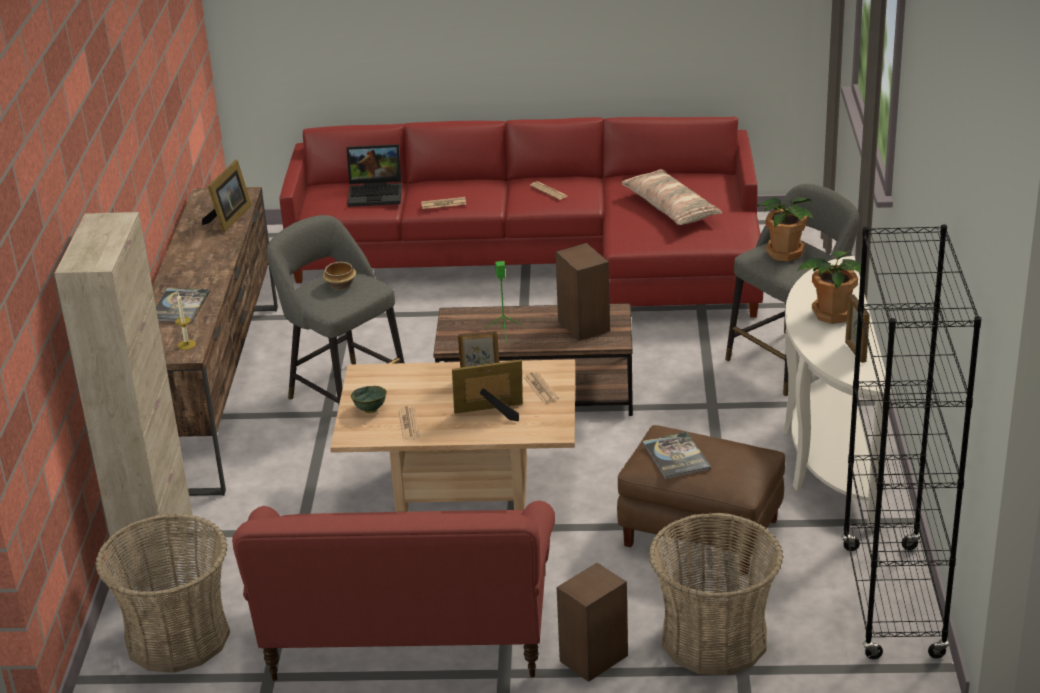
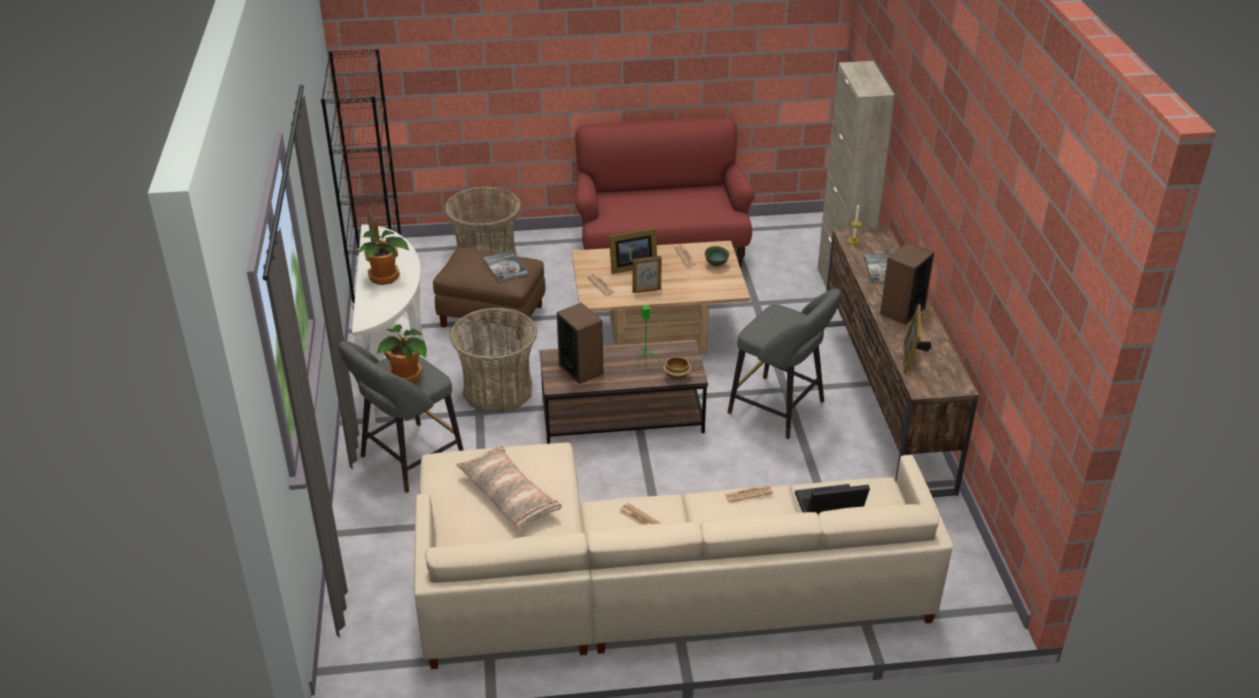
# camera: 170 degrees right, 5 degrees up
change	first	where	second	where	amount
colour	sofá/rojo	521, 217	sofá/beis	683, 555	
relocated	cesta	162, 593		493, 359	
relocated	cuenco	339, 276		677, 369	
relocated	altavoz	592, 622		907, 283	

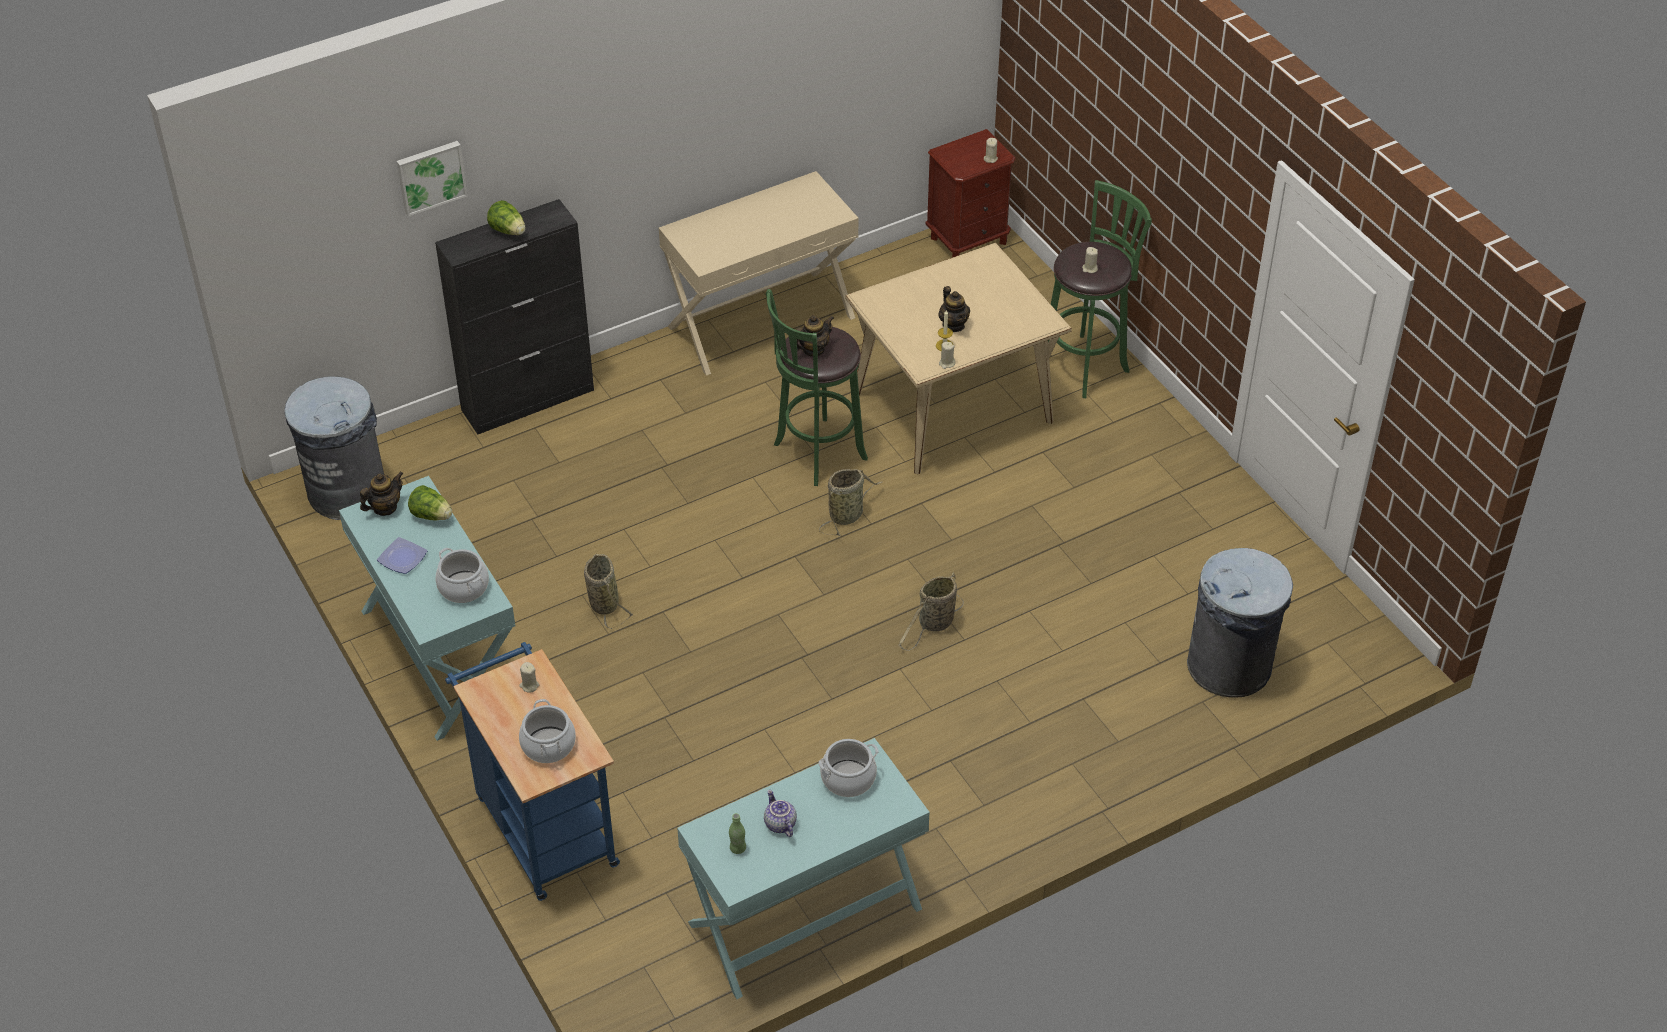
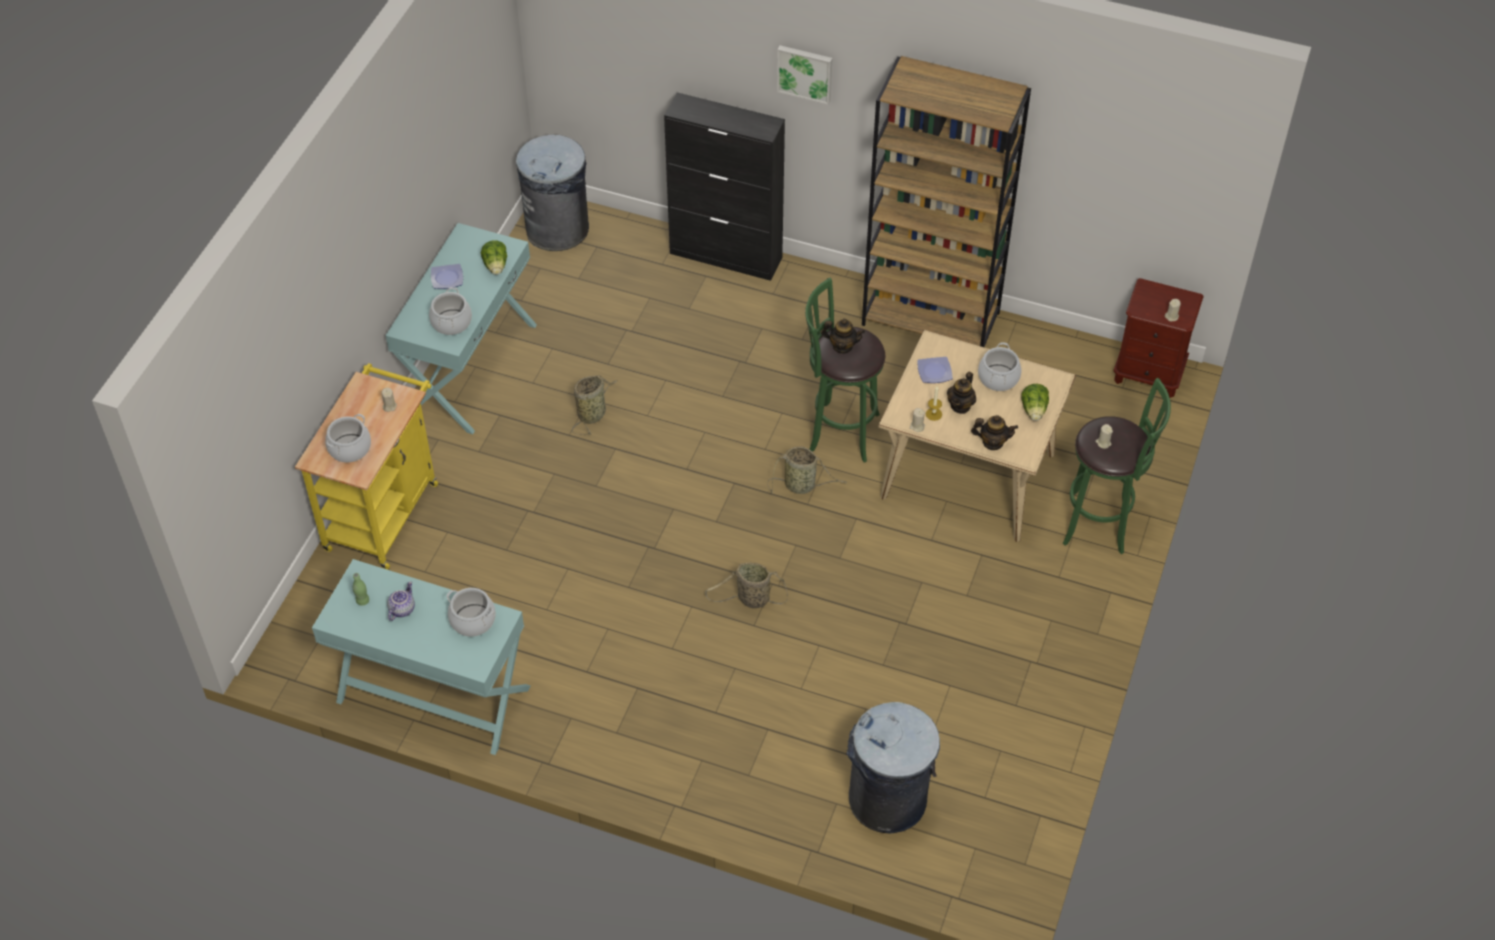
# camera: 50 degrees right, 5 degrees up
change	first	where	second	where	amount
colour	carrito/azul	532, 771	carrito/amarillo	366, 466	
relocated	cuadro	432, 179		804, 75	
exchanged	mesa consola/beis	759, 273	estantería/marrón	946, 201	
appeared			plato	935, 370	
relocated	tetera	381, 494		994, 432	
appeared			olla	999, 366	
relocated	lechuga	506, 217		1035, 402	

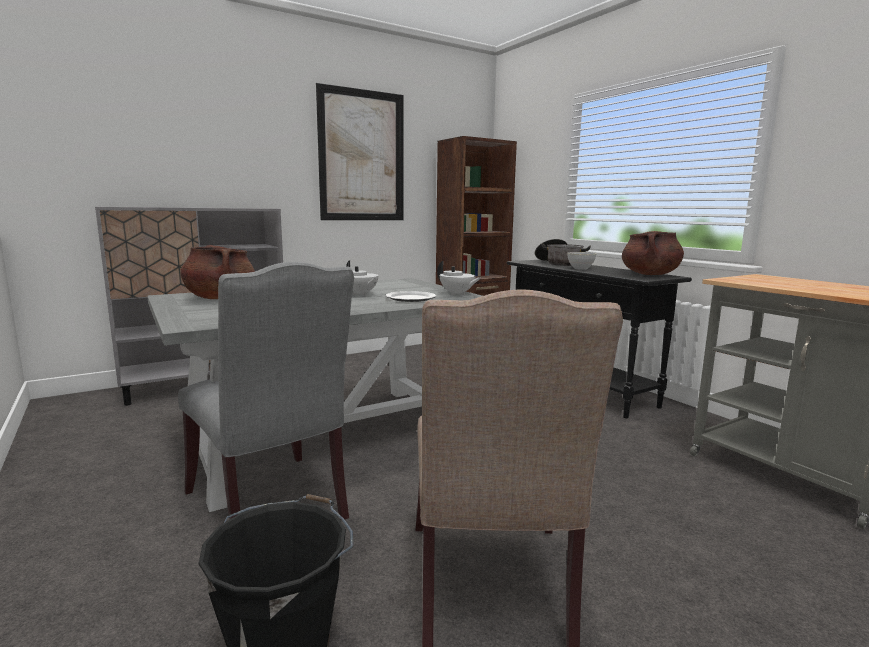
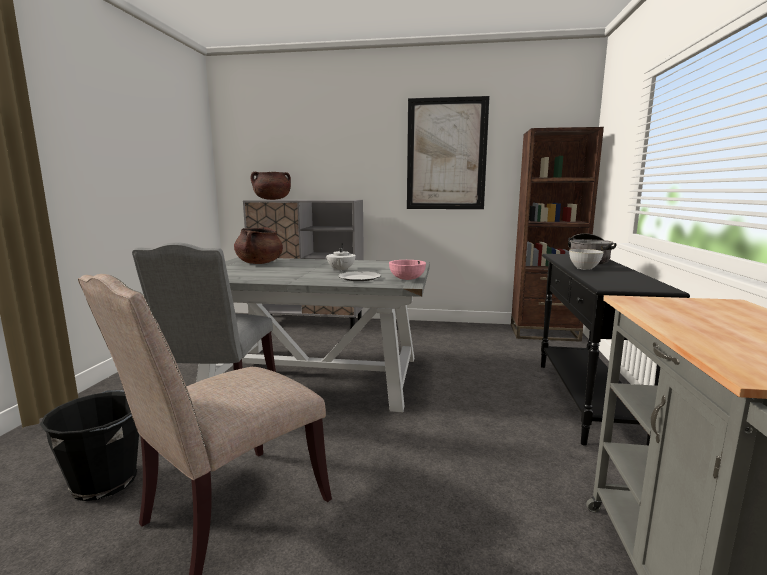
# camera: 40 degrees right, 0 degrees up
change	first	where	second	where	amount
relocated	olla/marrón	653, 253		271, 186	
exchanged	tetera/blanco	459, 278	cuenco/rosa	407, 270	

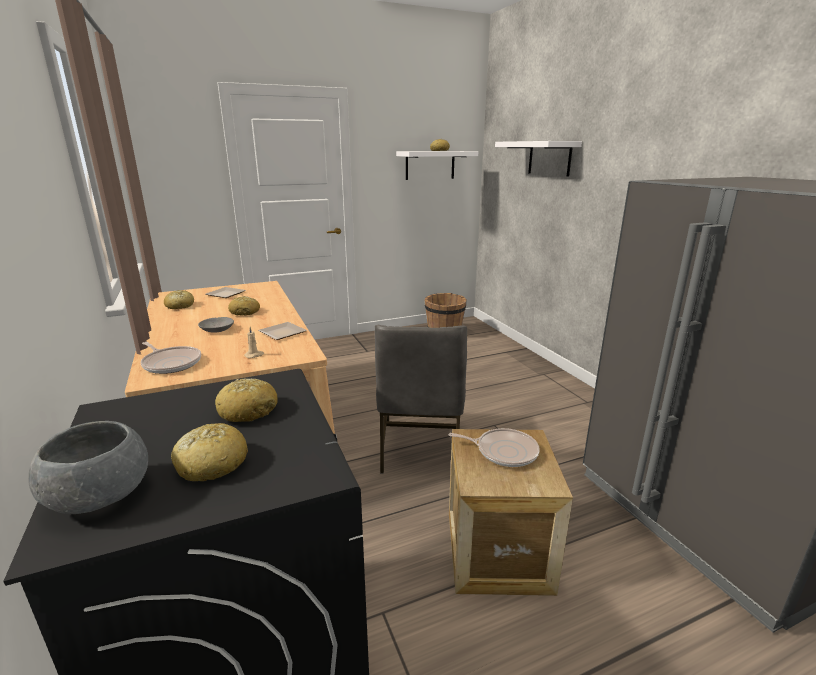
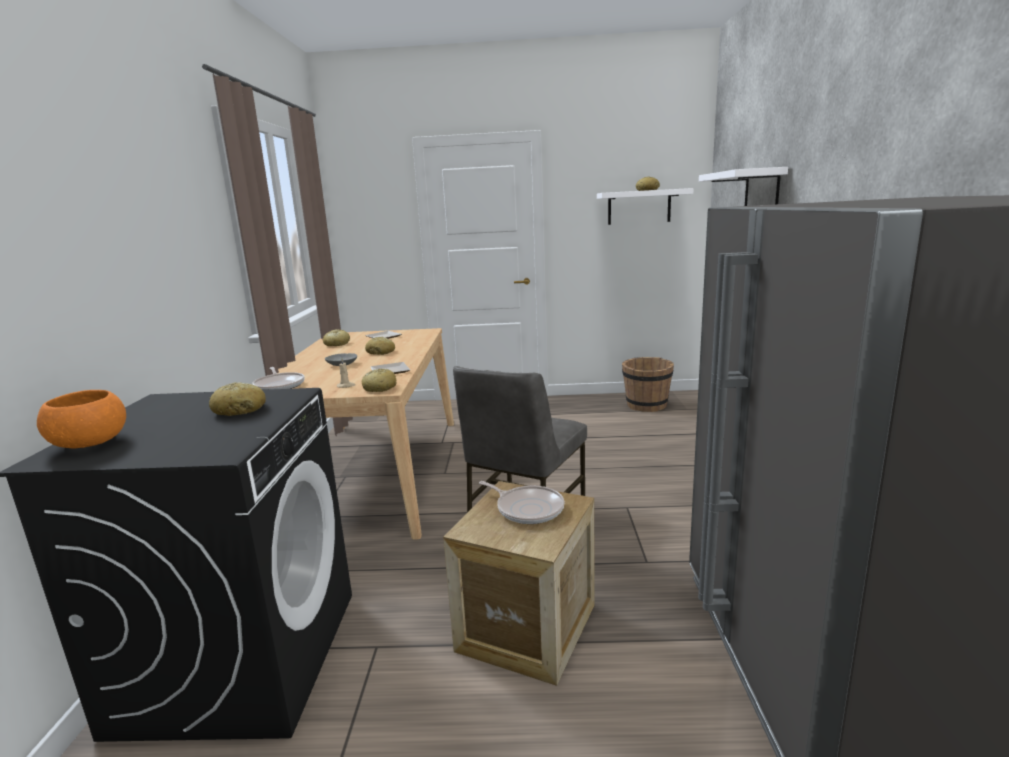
# camera: 25 degrees right, 5 degrees down
change	first	where	second	where	amount
colour	cuenco/gris	88, 467	cuenco/naranja	81, 419	
relocated	pan	209, 452		379, 380	

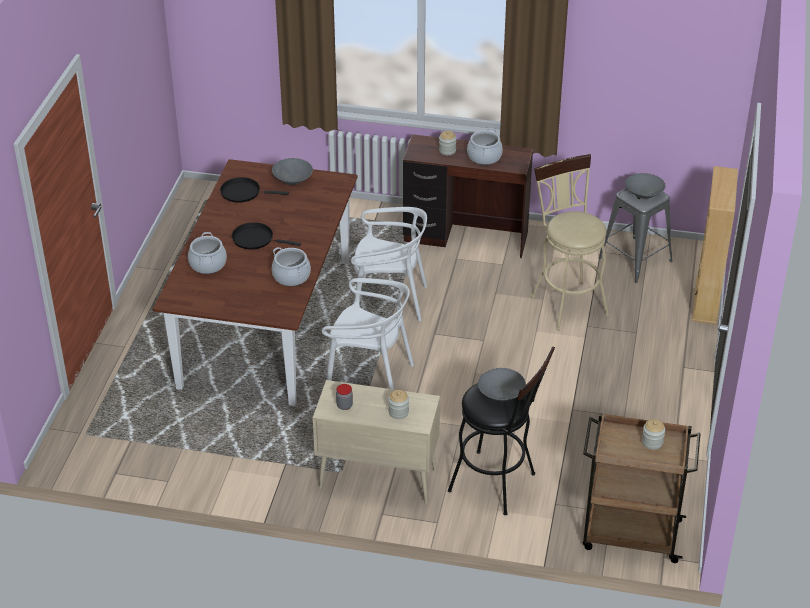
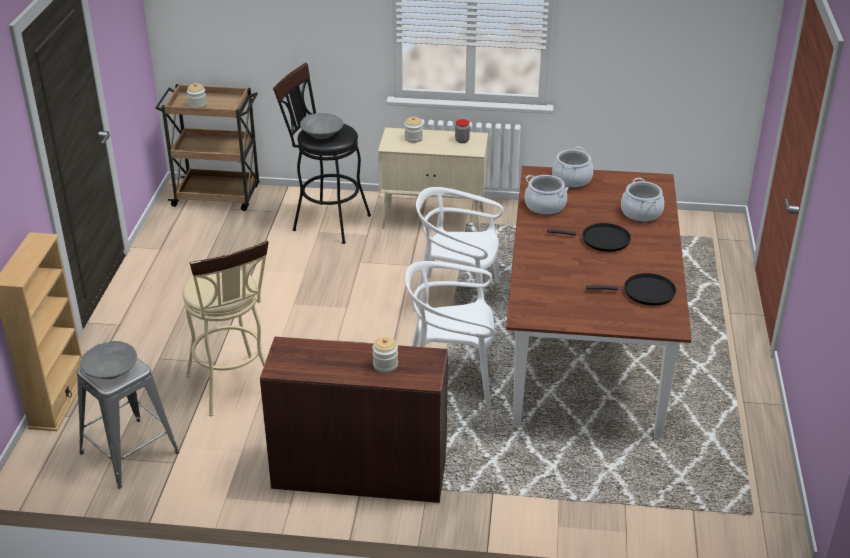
# camera: 175 degrees right, 5 degrees down
change	first	where	second	where	amount
relocated	olla	485, 146		572, 167	
missing	cuenco/gris	292, 171			

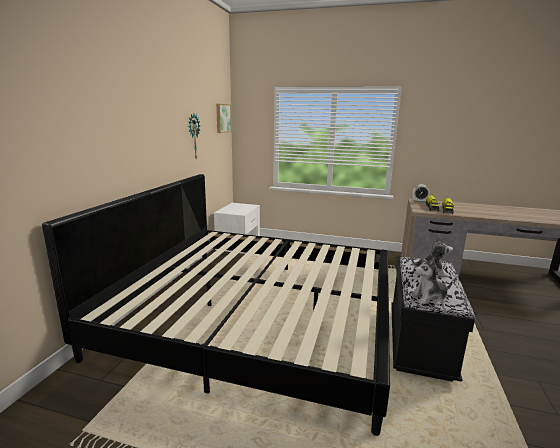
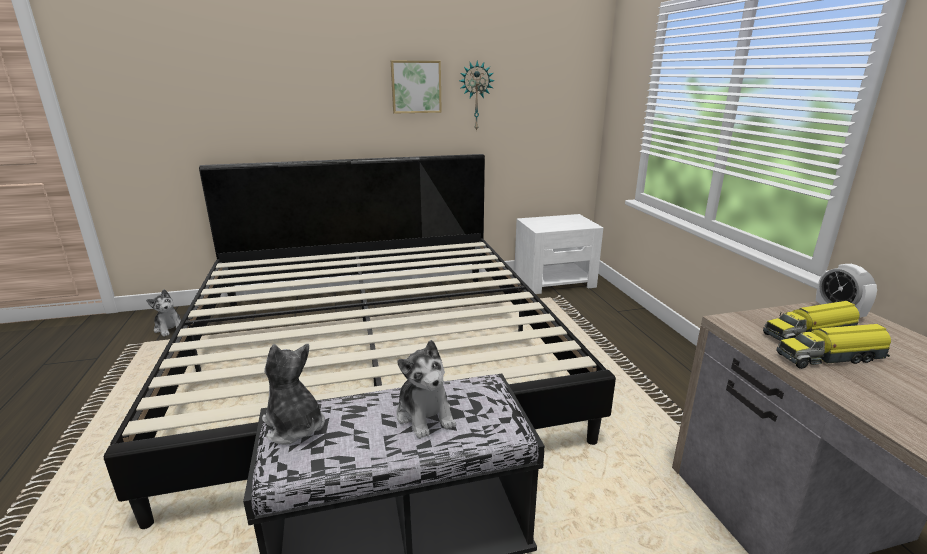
# camera: 60 degrees right, 5 degrees up
change	first	where	second	where	amount
appeared			peluche	163, 313	
relocated	cuadro	224, 118		416, 87	

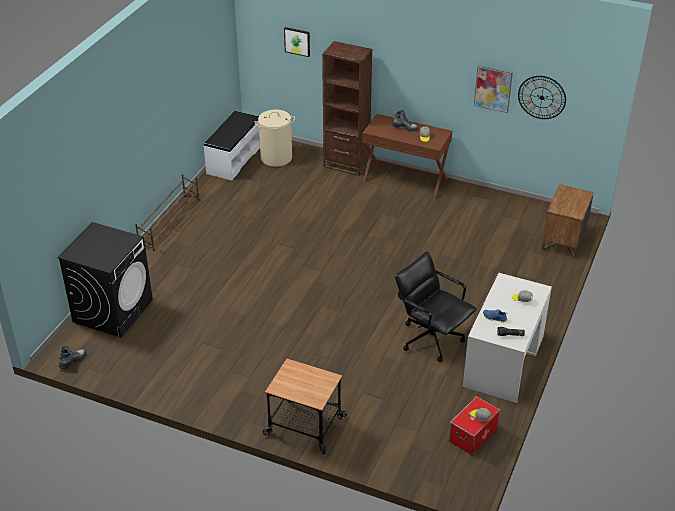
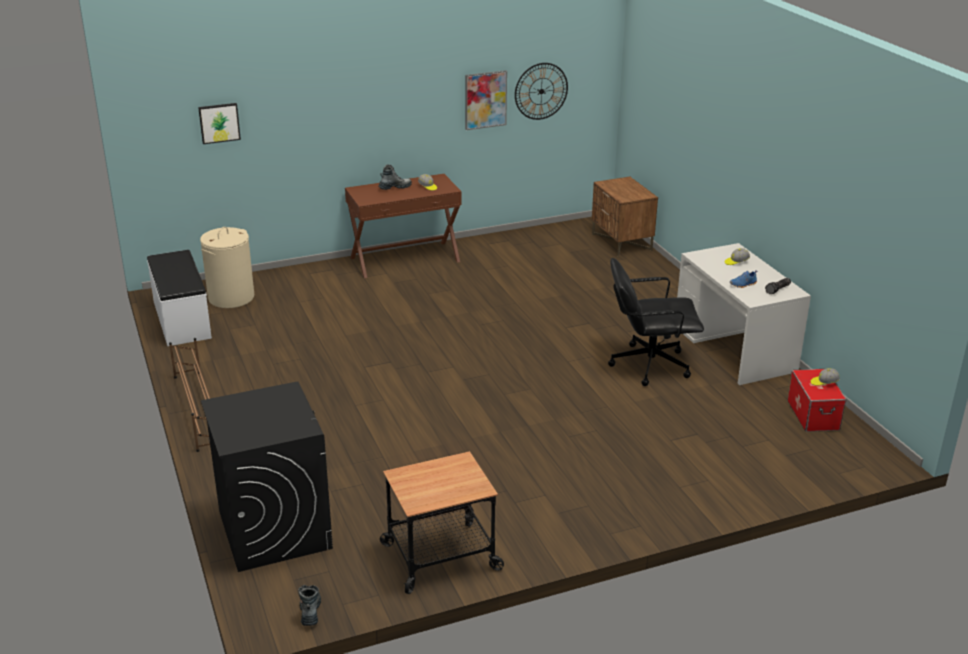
# camera: 45 degrees left, 10 degrees down
change	first	where	second	where	amount
relocated	carrito	305, 406		442, 522	
missing	estantería/marrón	347, 108			

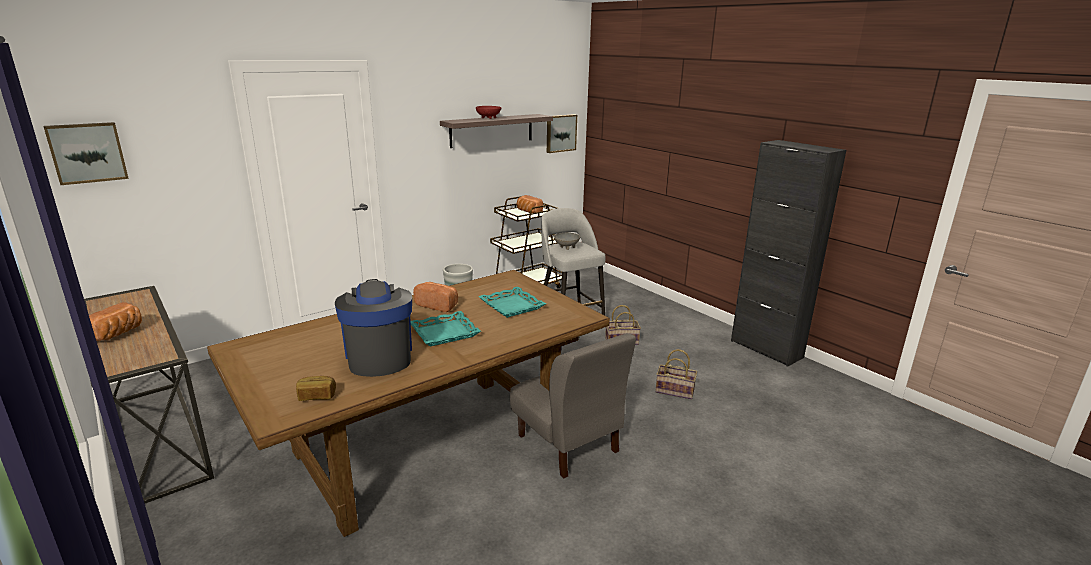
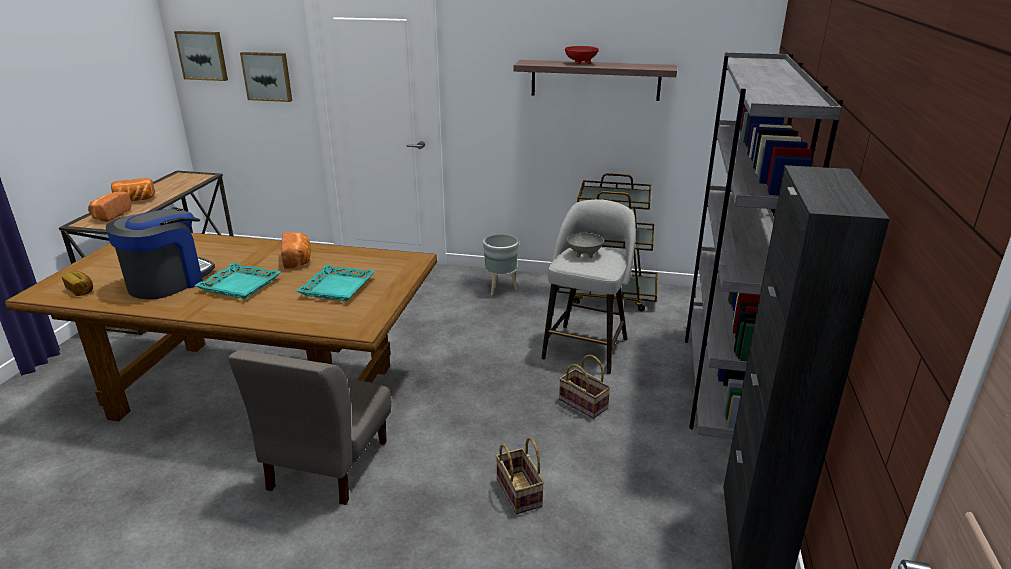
# camera: 50 degrees right, 5 degrees up
change	first	where	second	where	amount
relocated	pan	530, 204		110, 206	
relocated	cuadro	562, 133		266, 77	
appeared			estantería/gris	764, 245	

